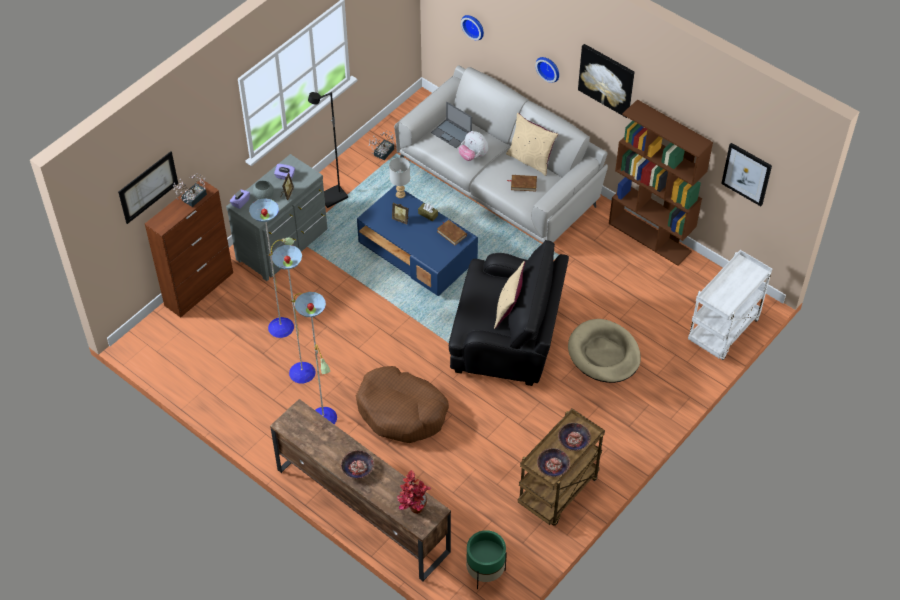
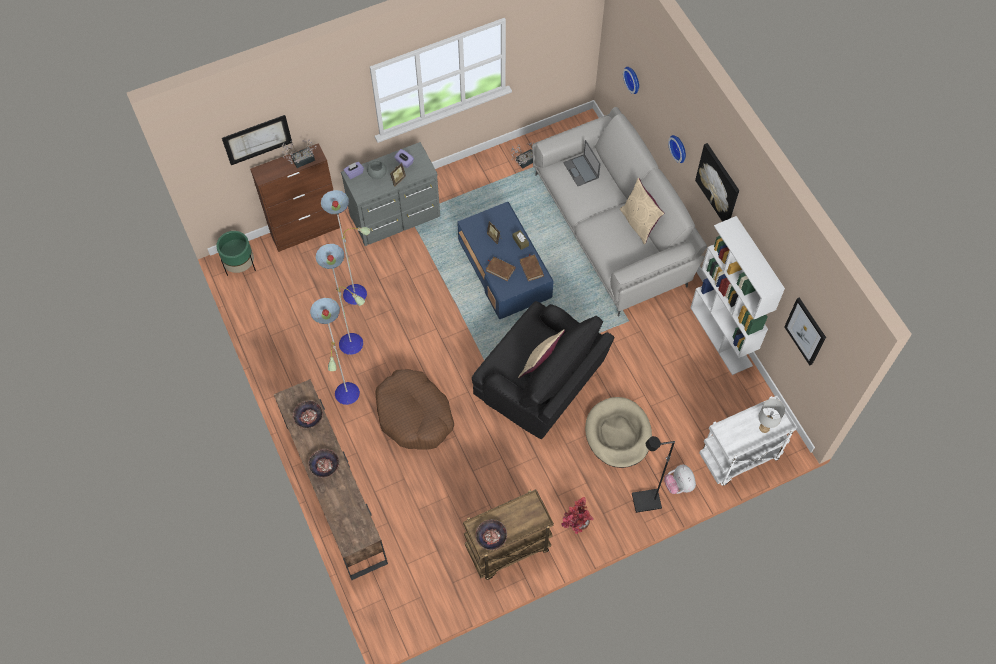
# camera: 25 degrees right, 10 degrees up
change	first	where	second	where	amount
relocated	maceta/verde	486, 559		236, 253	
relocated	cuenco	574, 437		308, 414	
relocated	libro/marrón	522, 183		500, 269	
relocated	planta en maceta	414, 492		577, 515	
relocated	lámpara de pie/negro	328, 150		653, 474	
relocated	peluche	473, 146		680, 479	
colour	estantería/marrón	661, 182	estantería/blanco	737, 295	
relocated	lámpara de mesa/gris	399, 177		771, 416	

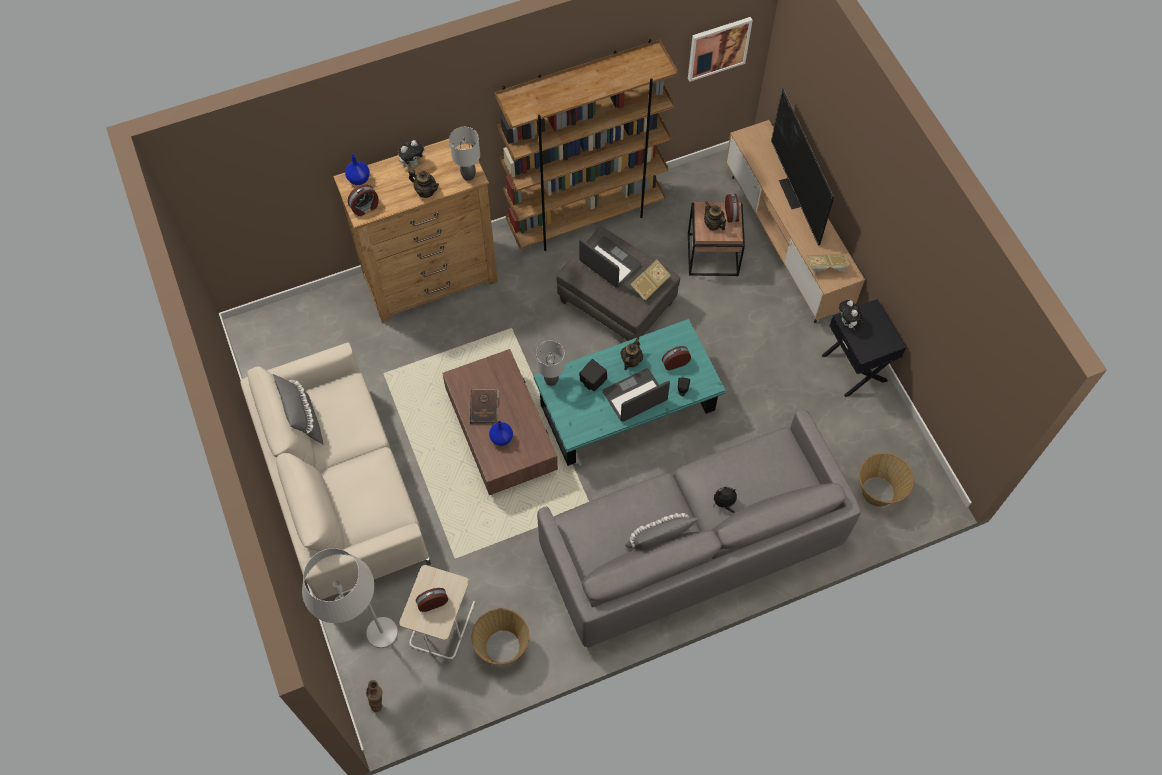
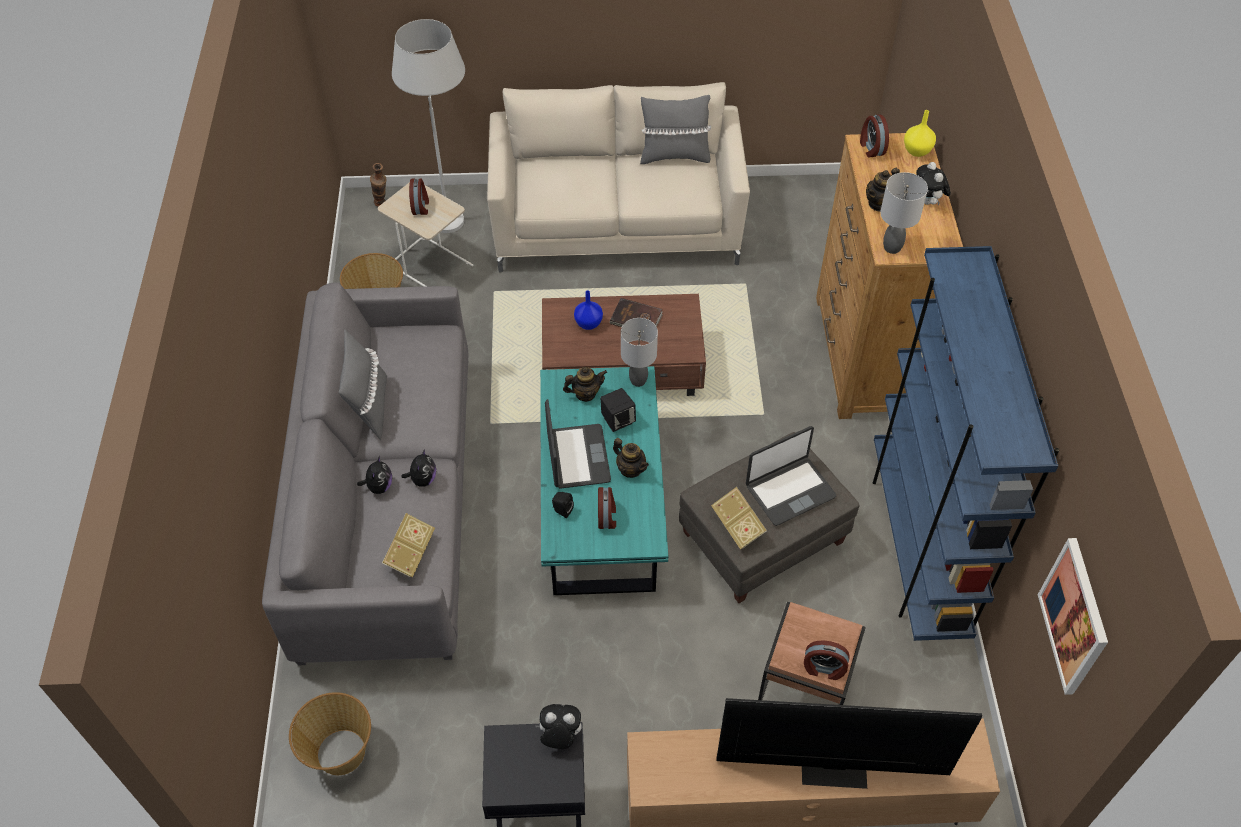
# camera: 110 degrees right, 10 degrees down
change	first	where	second	where	amount
relocated	libro	828, 264		408, 545	
appeared			peluche	418, 468	
relocated	tetera	715, 215		585, 384	
colour	estantería/marrón	586, 145	estantería/azul	966, 443	
colour	florero/azul	357, 169	florero/amarillo	920, 133	

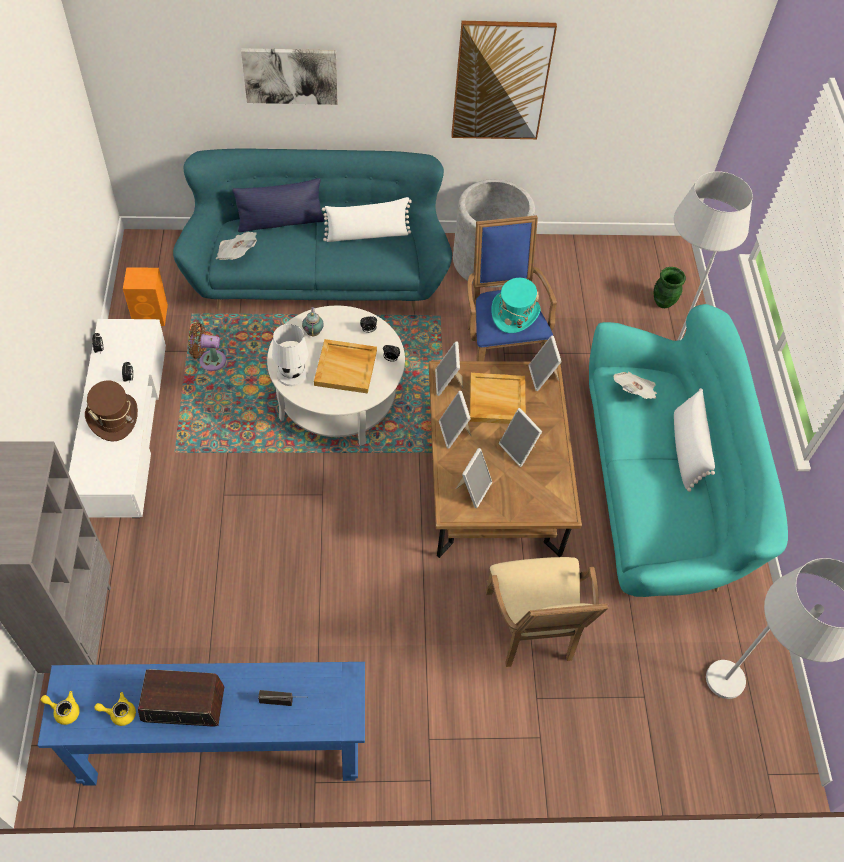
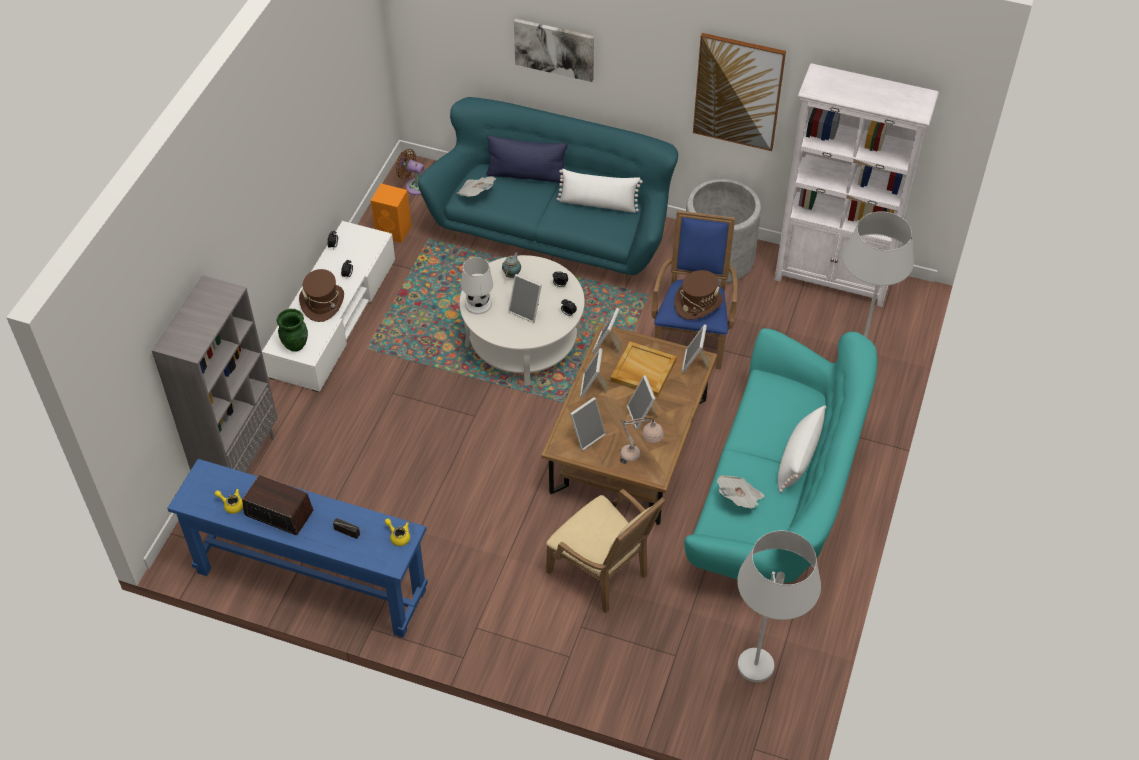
# camera: 25 degrees right, 5 degrees down
change	first	where	second	where	amount
relocated	florero/verde	670, 287		292, 330	
relocated	tetera/amarillo	60, 708		397, 532	
relocated	ventilador/marrón	207, 346		410, 172	
exchanged	bandeja/beis	345, 366	portarretratos	525, 298	
spun	sillón/beis	547, 612		605, 551	60 degrees counterclockwise
appeared			lámpara de mesa/beis	641, 440	
colour	sombrero/turquesa	516, 305	sombrero/marrón	698, 295	
relocated	periódico	635, 385		740, 492	
appeared			estantería/blanco	856, 185	

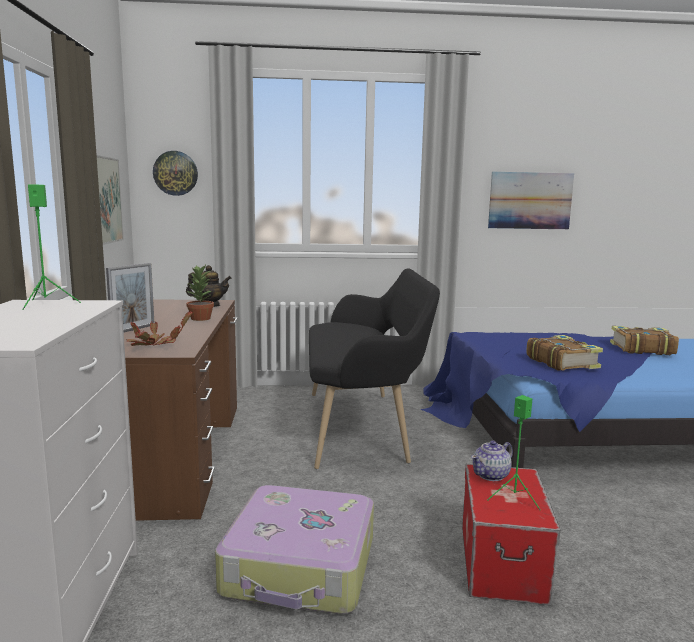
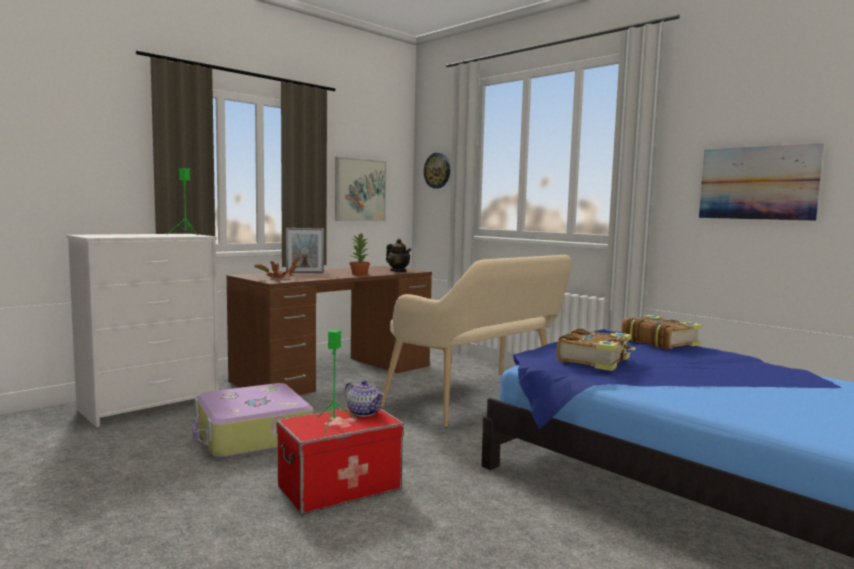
# camera: 50 degrees right, 5 degrees down
change	first	where	second	where	amount
spun	tetera	492, 461		365, 398	150 degrees counterclockwise
colour	banco/negro	374, 369	banco/beis	476, 341	
relocated	libro	644, 340		662, 332	

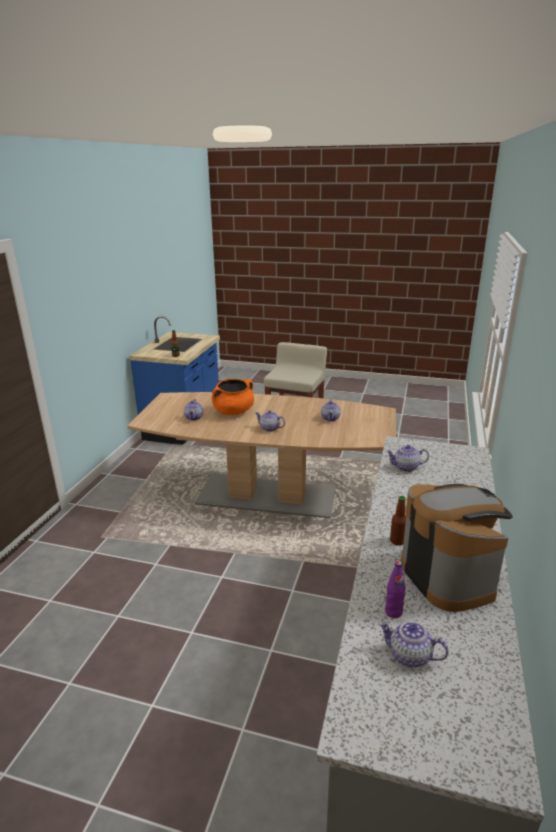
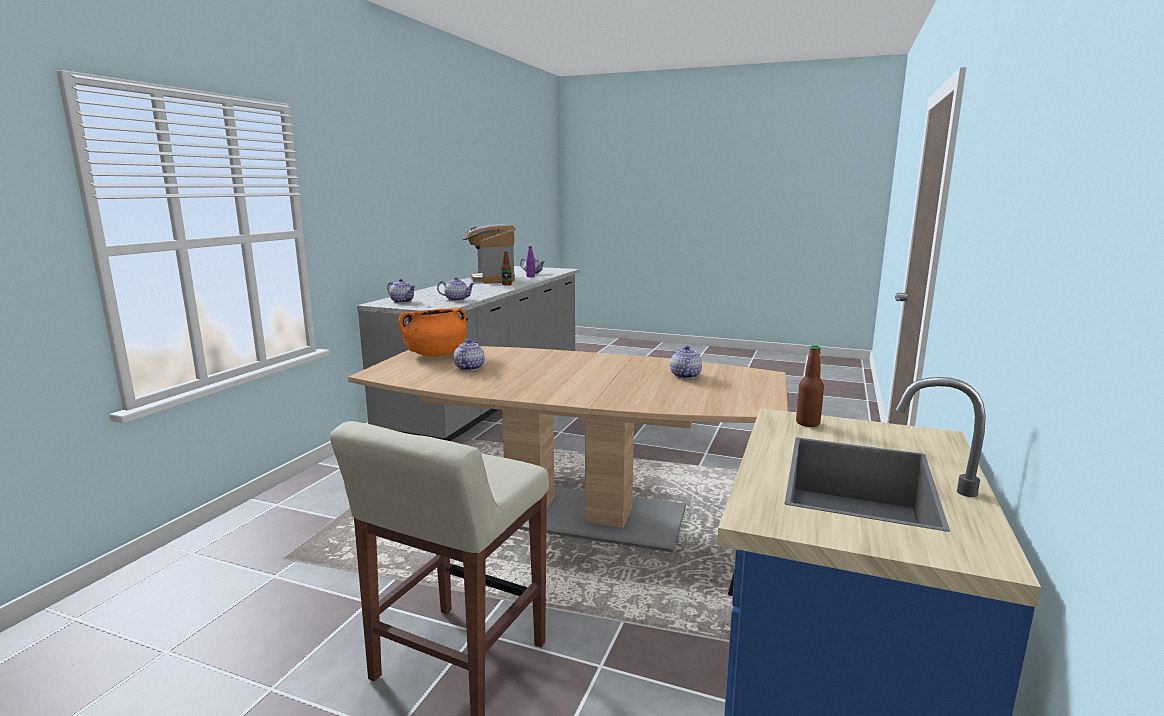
# camera: 175 degrees left, 10 degrees down
change	first	where	second	where	amount
relocated	tetera	270, 421		401, 291	
relocated	olla/naranja	233, 397		432, 332	

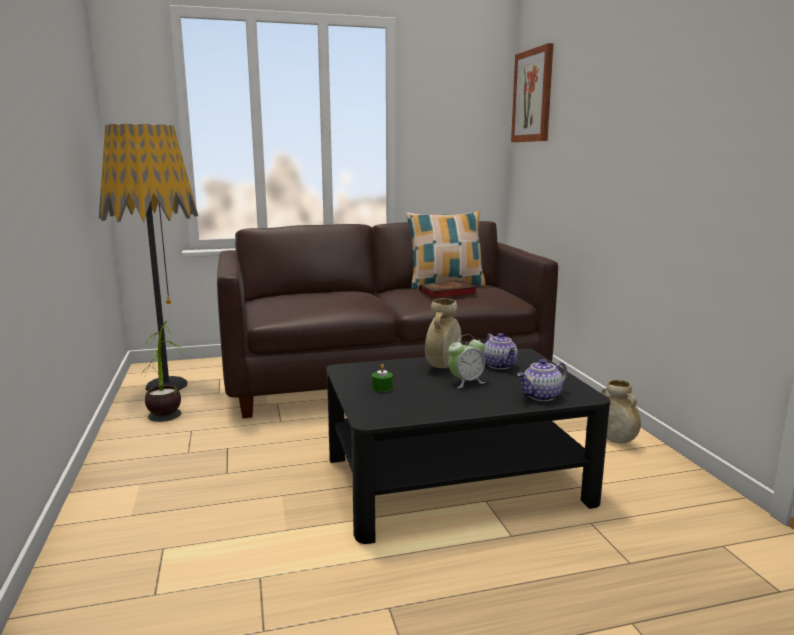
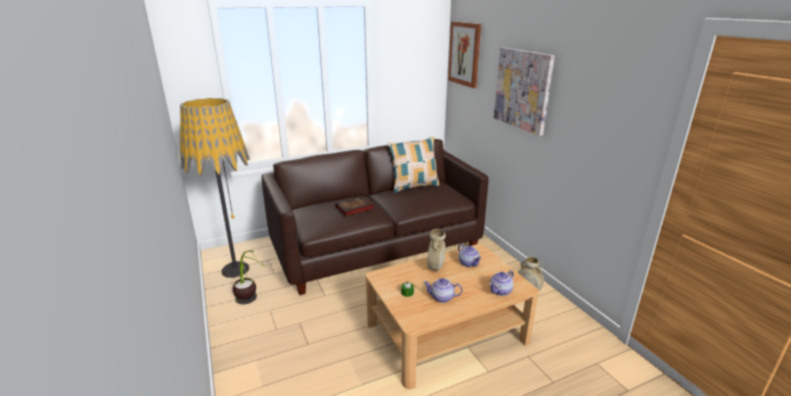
# camera: 10 degrees left, 10 degrees up
change	first	where	second	where	amount
relocated	libro	448, 290		355, 206	
colour	mesa de centro/negro	469, 446	mesa de centro/beis	452, 316	
appeared			tetera	443, 290	
appeared			cuadro	524, 91	
missing	despertador	466, 361			

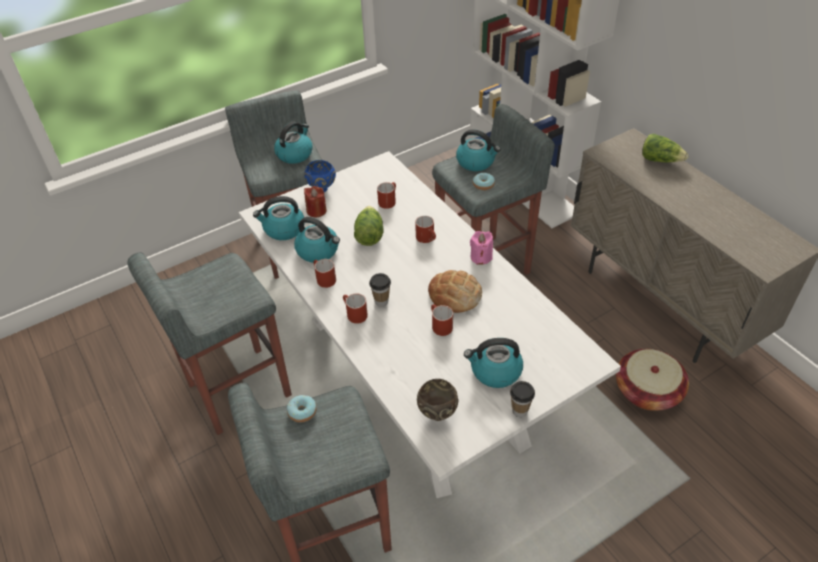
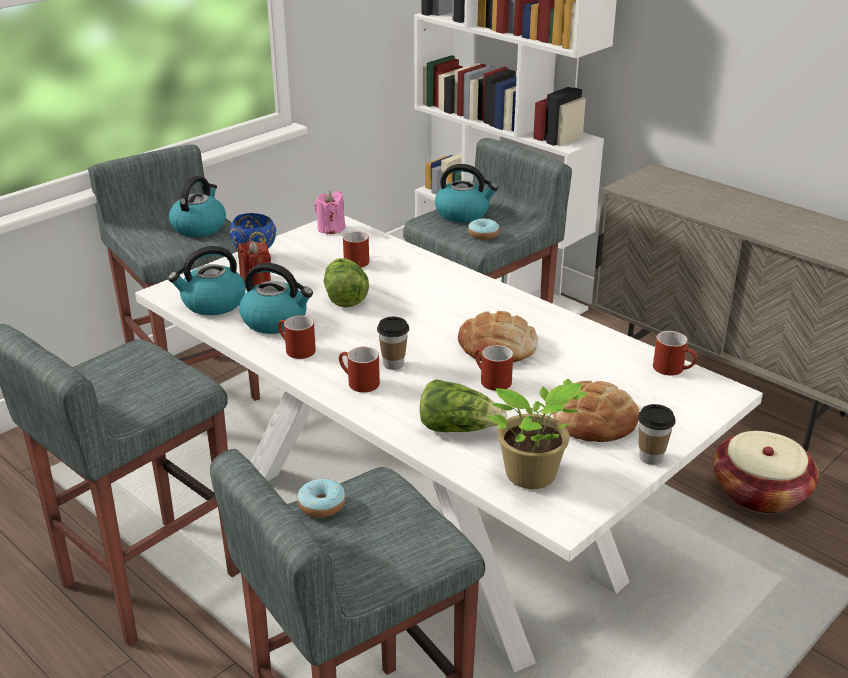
# camera: 15 degrees left, 15 degrees down
change	first	where	second	where	amount
relocated	vela/rosa	481, 248		330, 212	
relocated	lechuga	665, 148		463, 405	
exchanged	cuenco/marrón	437, 400	planta en maceta	537, 434	
exchanged	hervidor	493, 363	pan	596, 411	
relocated	taza grande/rojo	425, 229		675, 353	

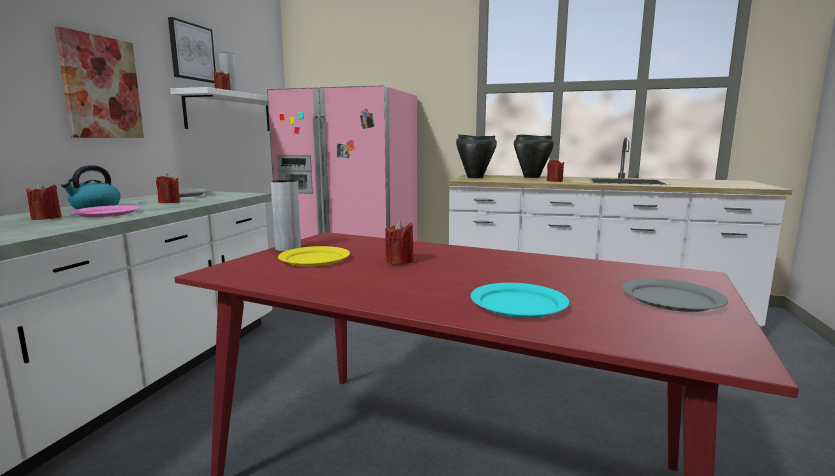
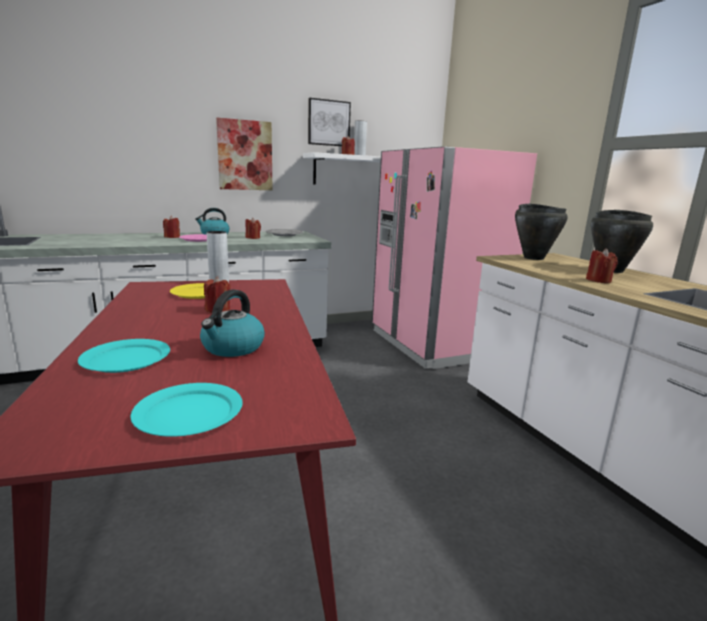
# camera: 50 degrees right, 5 degrees up
change	first	where	second	where	amount
colour	plato/gris	675, 295	plato/turquesa	186, 410	
appeared			hervidor	232, 323	

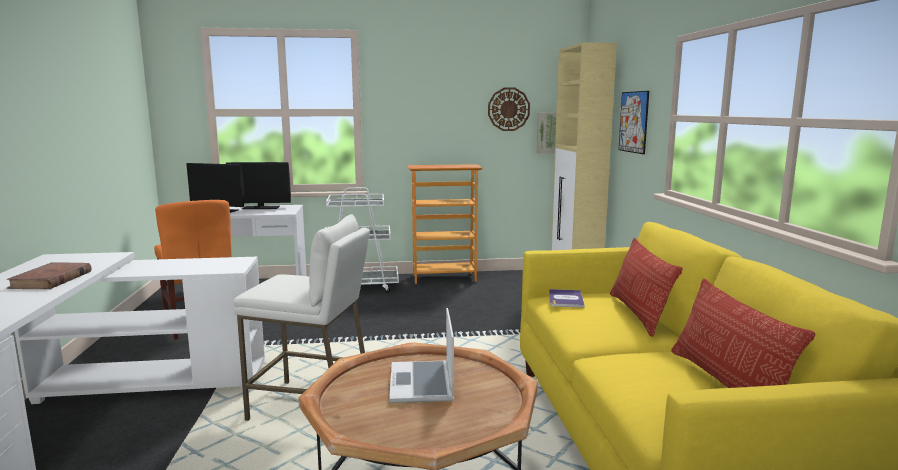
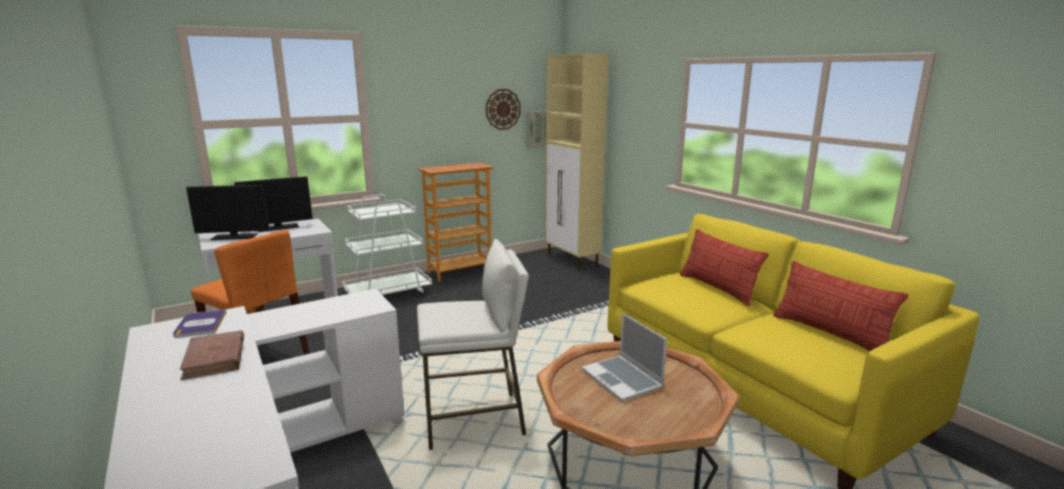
# camera: 25 degrees left, 5 degrees up
change	first	where	second	where	amount
relocated	libro	567, 298		199, 323	
missing	cuadro	633, 122			

